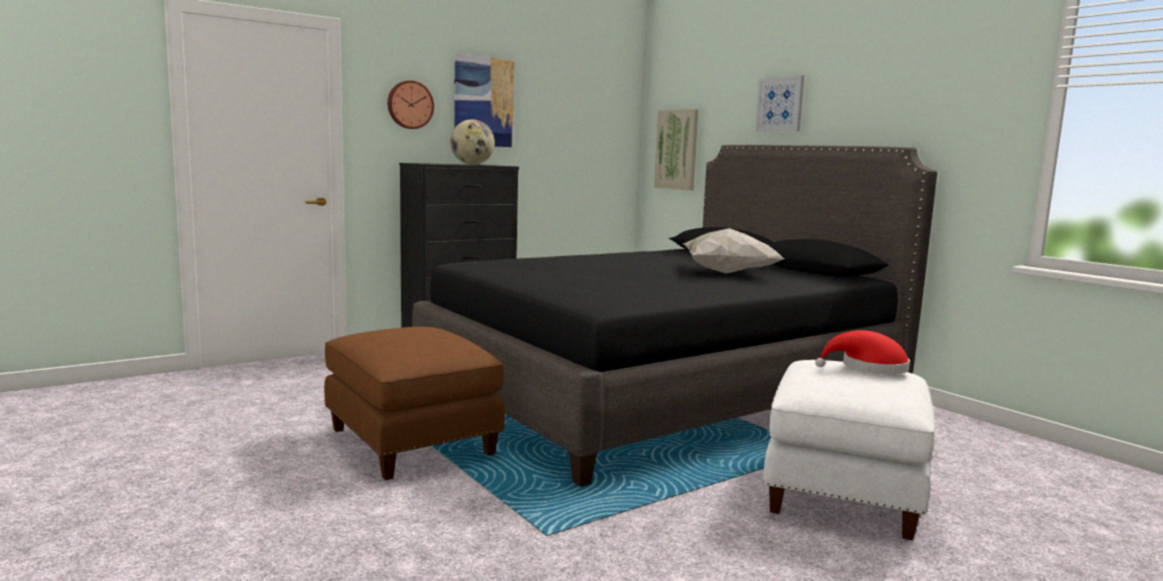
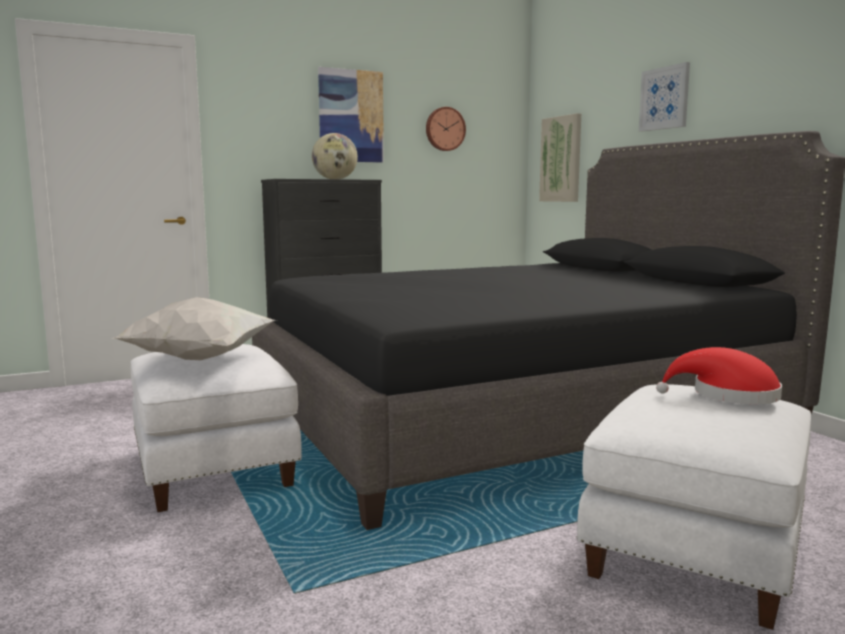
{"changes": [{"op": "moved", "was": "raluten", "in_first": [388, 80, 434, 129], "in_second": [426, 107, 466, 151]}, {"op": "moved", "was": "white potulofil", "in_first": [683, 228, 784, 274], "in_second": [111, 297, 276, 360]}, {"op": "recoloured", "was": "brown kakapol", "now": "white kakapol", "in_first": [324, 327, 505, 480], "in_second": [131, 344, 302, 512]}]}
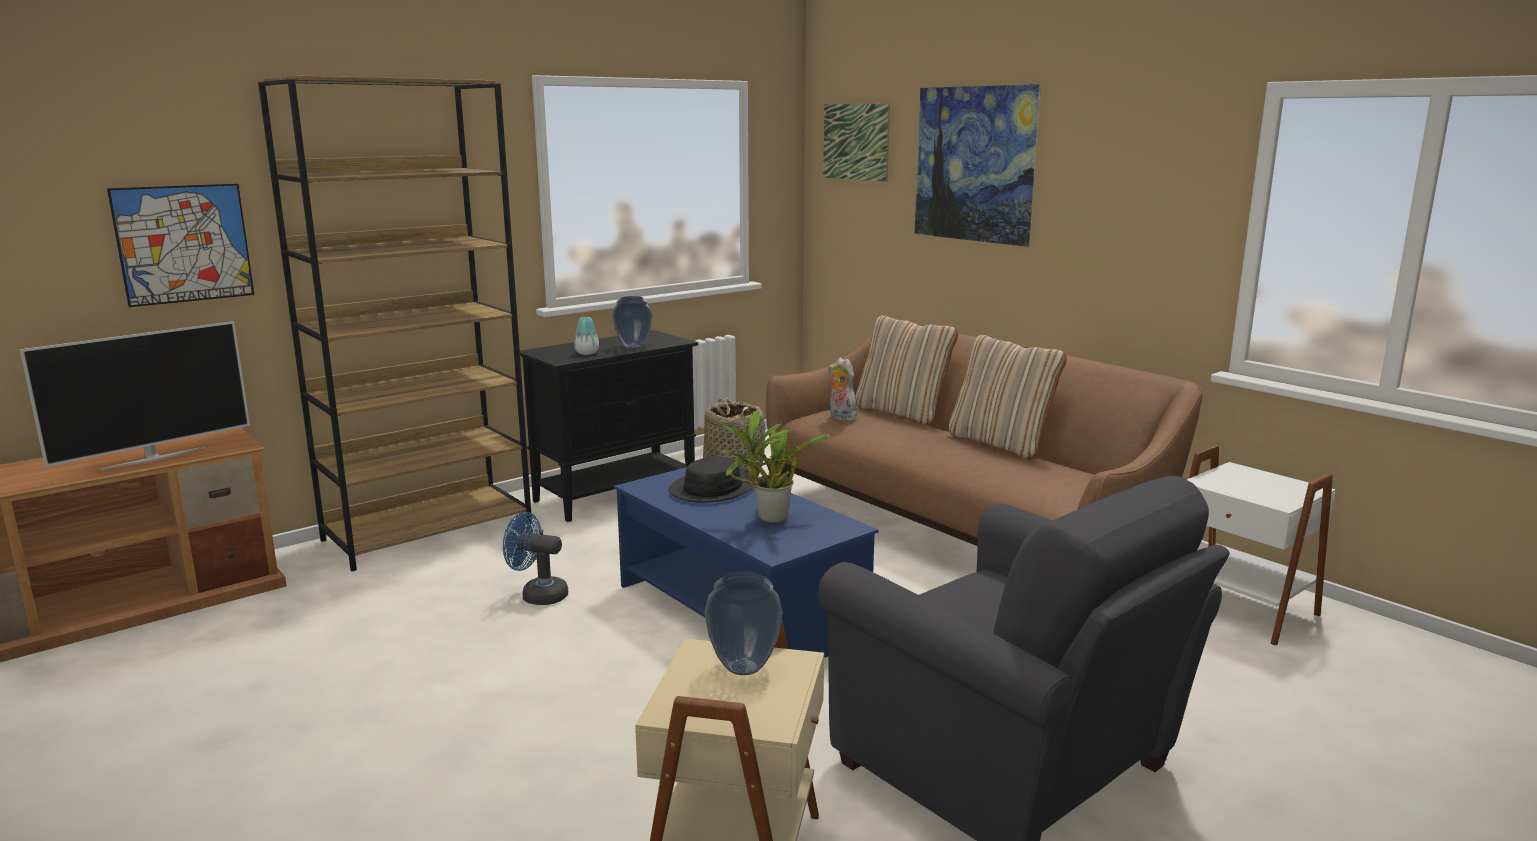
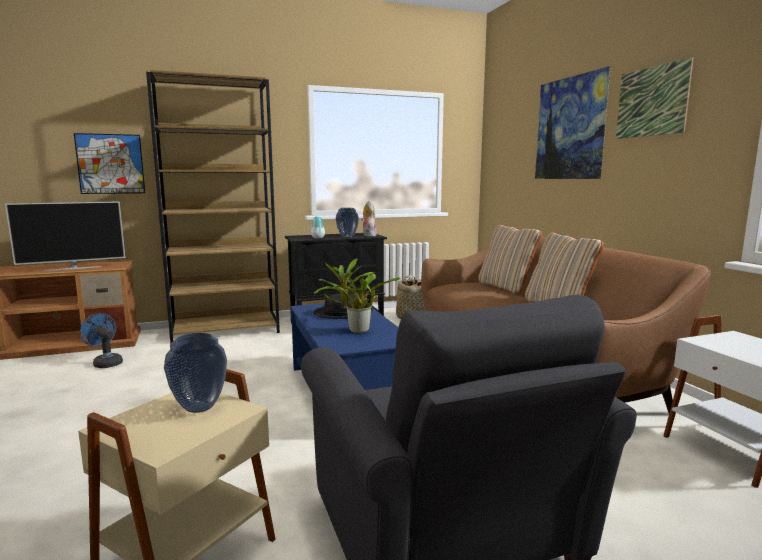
{"changes": [{"op": "moved", "was": "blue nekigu", "in_first": [503, 512, 568, 605], "in_second": [80, 313, 123, 368]}, {"op": "moved", "was": "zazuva", "in_first": [823, 103, 890, 182], "in_second": [616, 57, 694, 139]}, {"op": "moved", "was": "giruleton", "in_first": [828, 358, 858, 422], "in_second": [361, 201, 377, 236]}]}
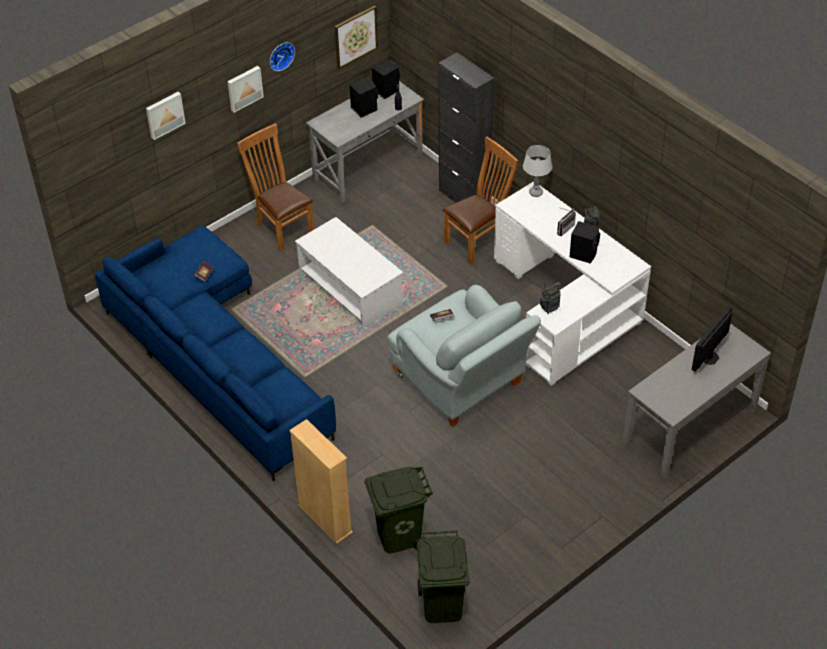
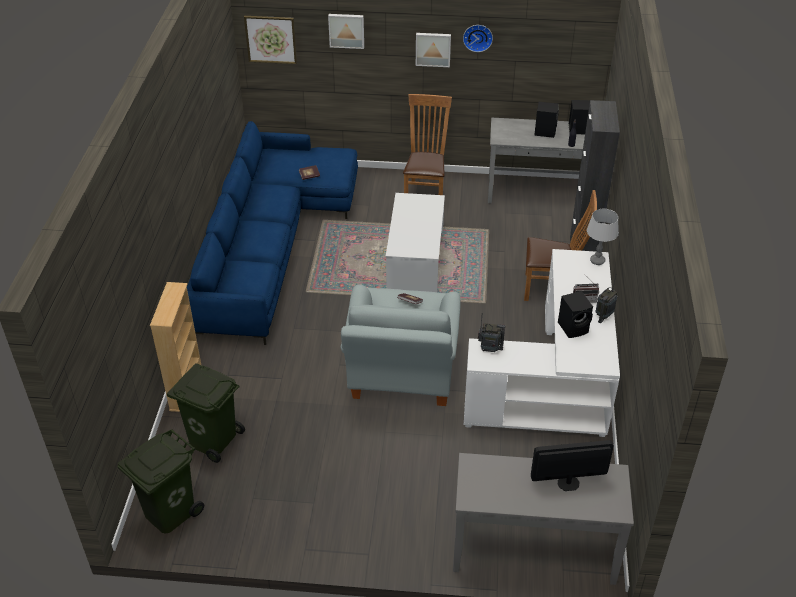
{"changes": [{"op": "moved", "was": "zazuva", "in_first": [334, 5, 378, 69], "in_second": [244, 16, 297, 64]}]}
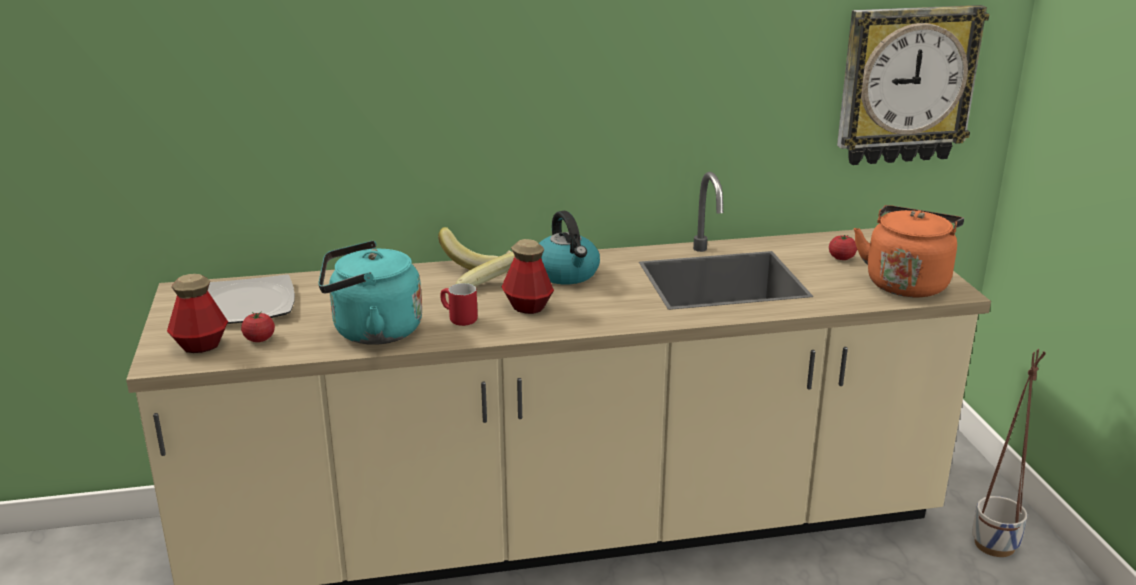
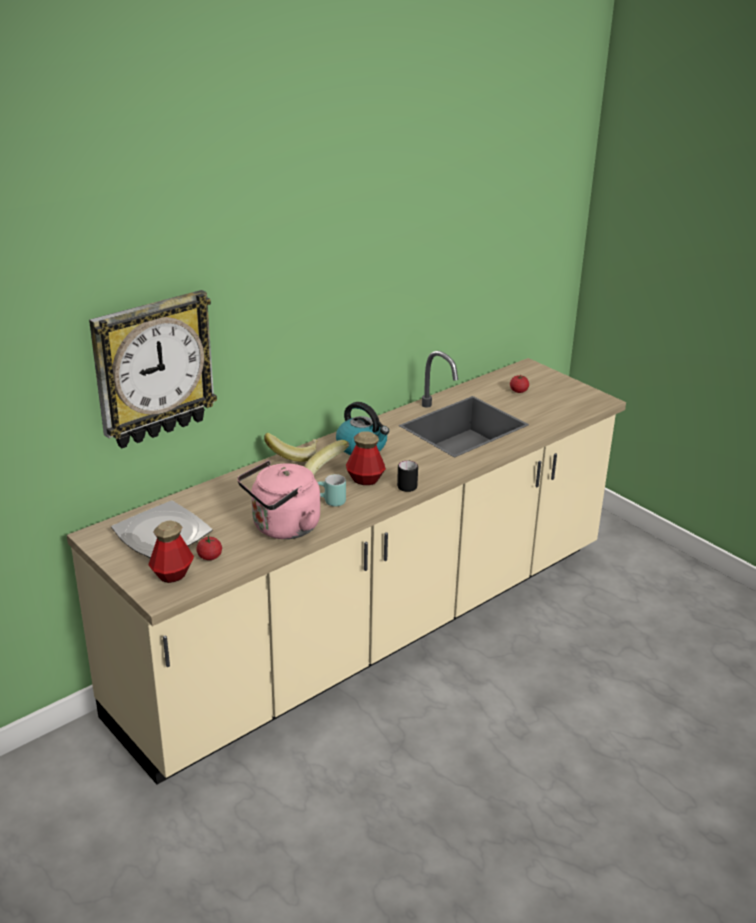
{"changes": [{"op": "removed", "was": "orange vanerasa", "in_first": [854, 205, 964, 297]}, {"op": "removed", "was": "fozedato", "in_first": [972, 349, 1046, 557]}, {"op": "added", "now": "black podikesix", "in_second": [397, 461, 418, 492]}, {"op": "moved", "was": "raluten", "in_first": [837, 5, 989, 165], "in_second": [89, 290, 217, 448]}, {"op": "recoloured", "was": "turquoise vanerasa", "now": "pink vanerasa", "in_first": [318, 241, 422, 345], "in_second": [237, 460, 320, 539]}, {"op": "recoloured", "was": "red podikesix", "now": "turquoise podikesix", "in_first": [440, 283, 478, 326], "in_second": [318, 474, 346, 507]}]}
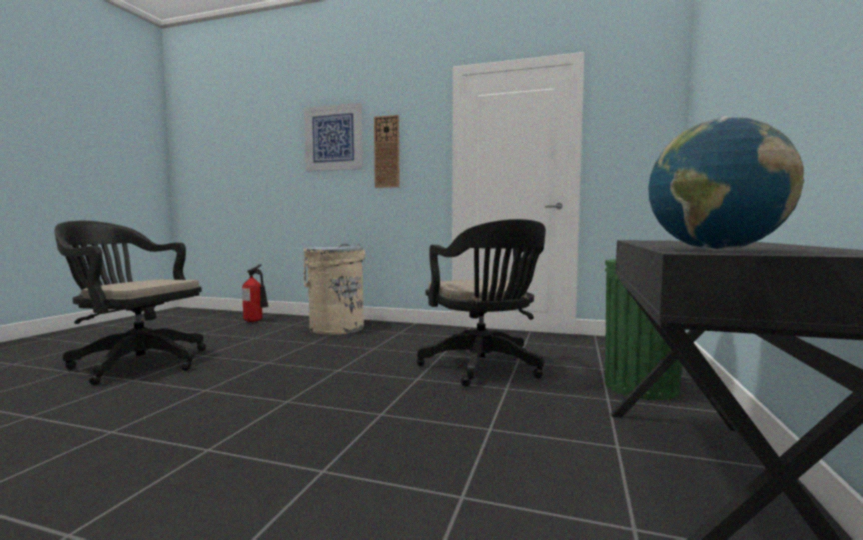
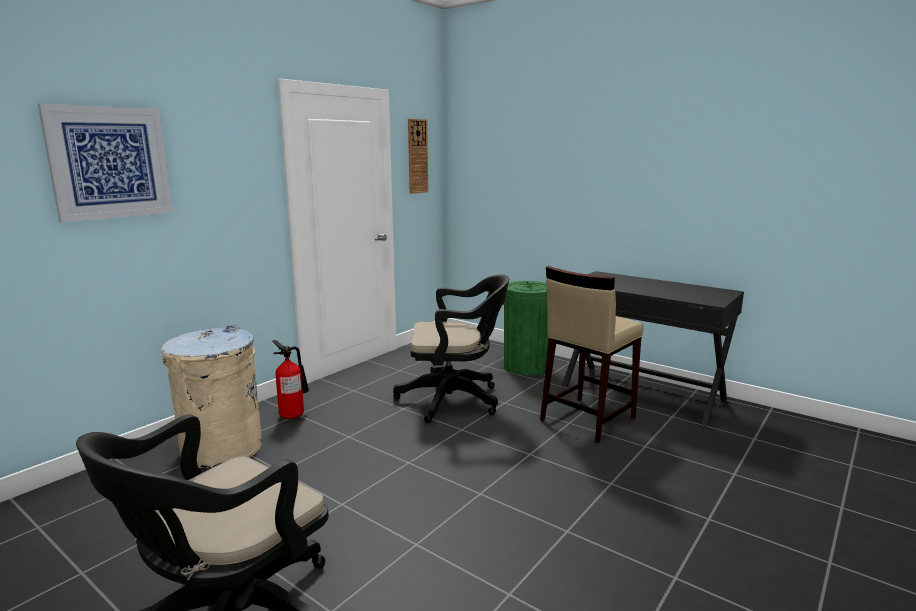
{"changes": [{"op": "removed", "was": "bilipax", "in_first": [648, 117, 804, 251]}, {"op": "added", "now": "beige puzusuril", "in_second": [540, 266, 644, 443]}, {"op": "moved", "was": "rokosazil", "in_first": [242, 265, 269, 322], "in_second": [272, 340, 309, 419]}, {"op": "moved", "was": "raluten", "in_first": [374, 115, 399, 188], "in_second": [408, 119, 428, 194]}]}
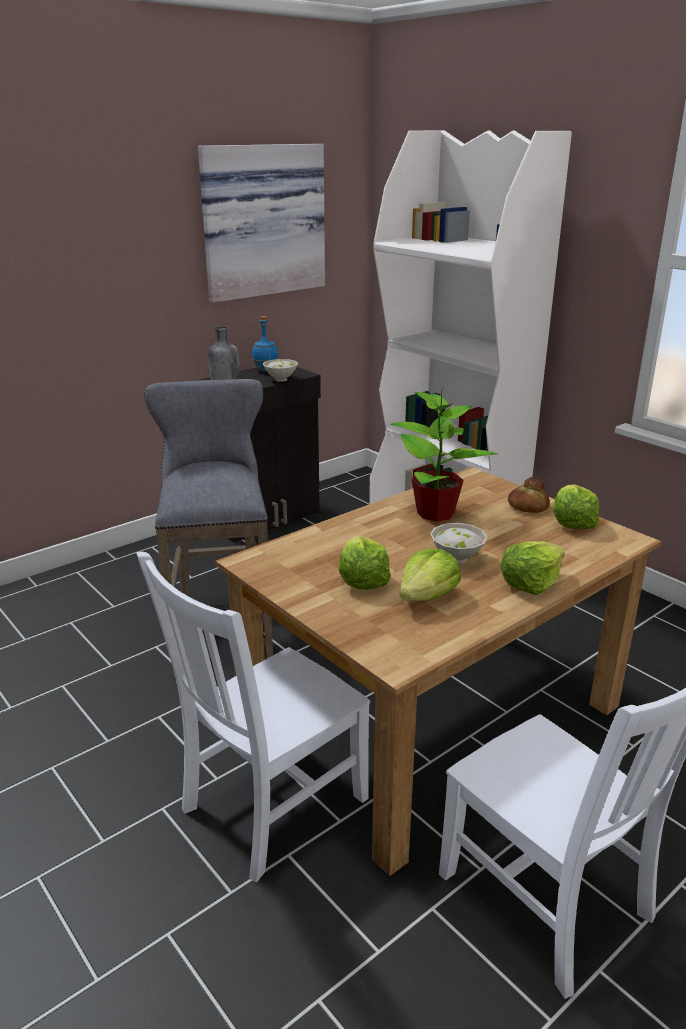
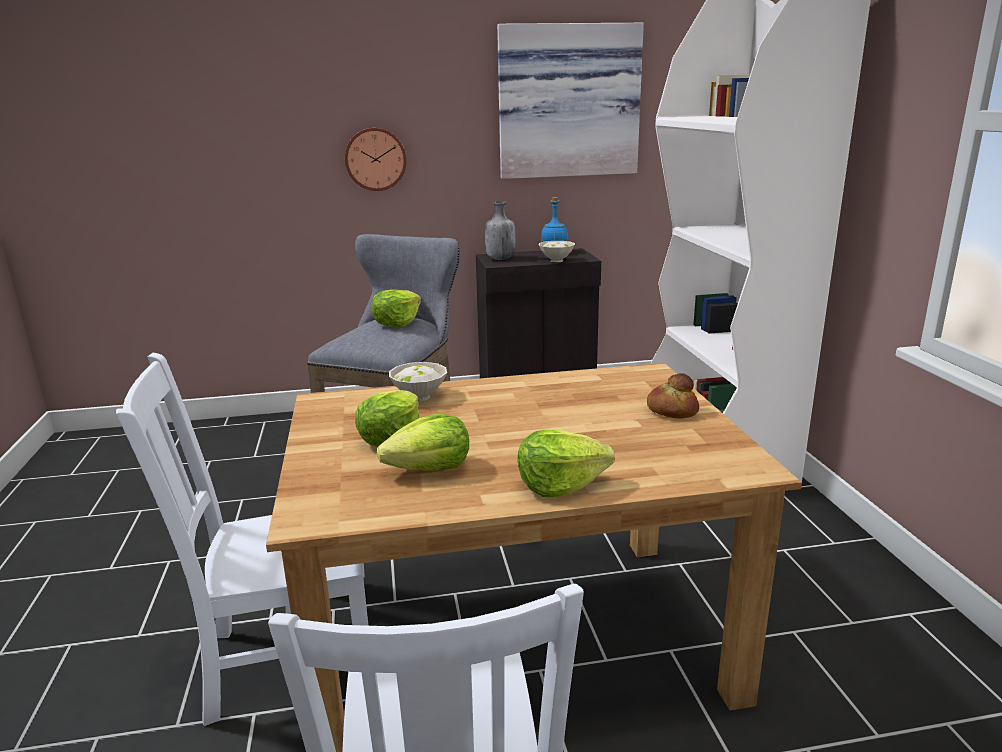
{"changes": [{"op": "removed", "was": "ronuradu", "in_first": [391, 388, 498, 522]}, {"op": "added", "now": "raluten", "in_second": [345, 127, 407, 191]}, {"op": "moved", "was": "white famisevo", "in_first": [430, 523, 487, 563], "in_second": [389, 362, 447, 401]}, {"op": "moved", "was": "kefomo", "in_first": [553, 484, 599, 529], "in_second": [371, 290, 421, 327]}]}
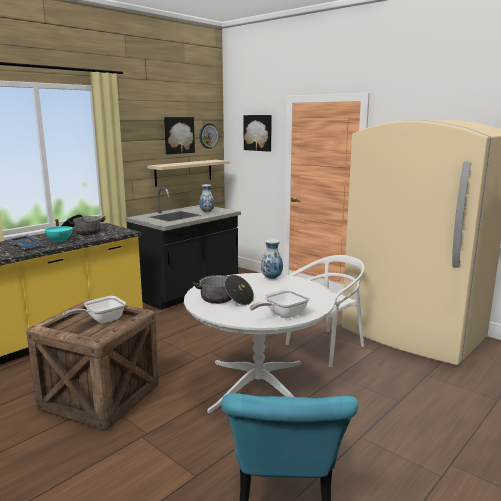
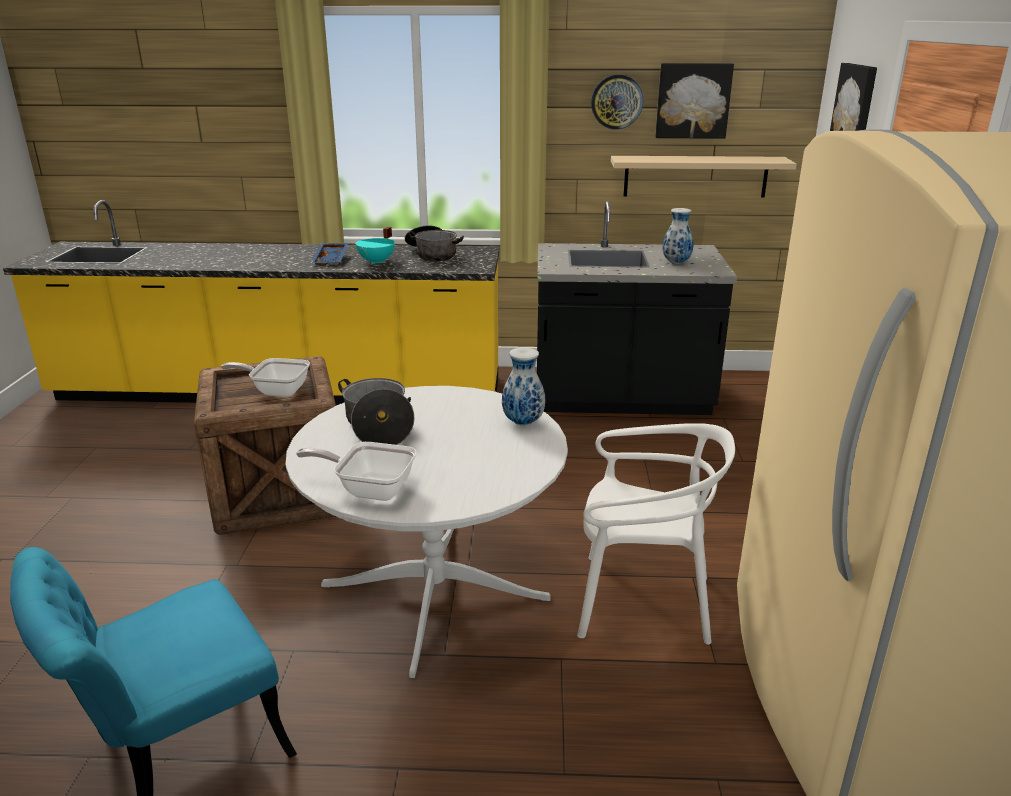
{"changes": [{"op": "moved", "was": "raluten", "in_first": [199, 123, 219, 149], "in_second": [591, 74, 643, 130]}]}
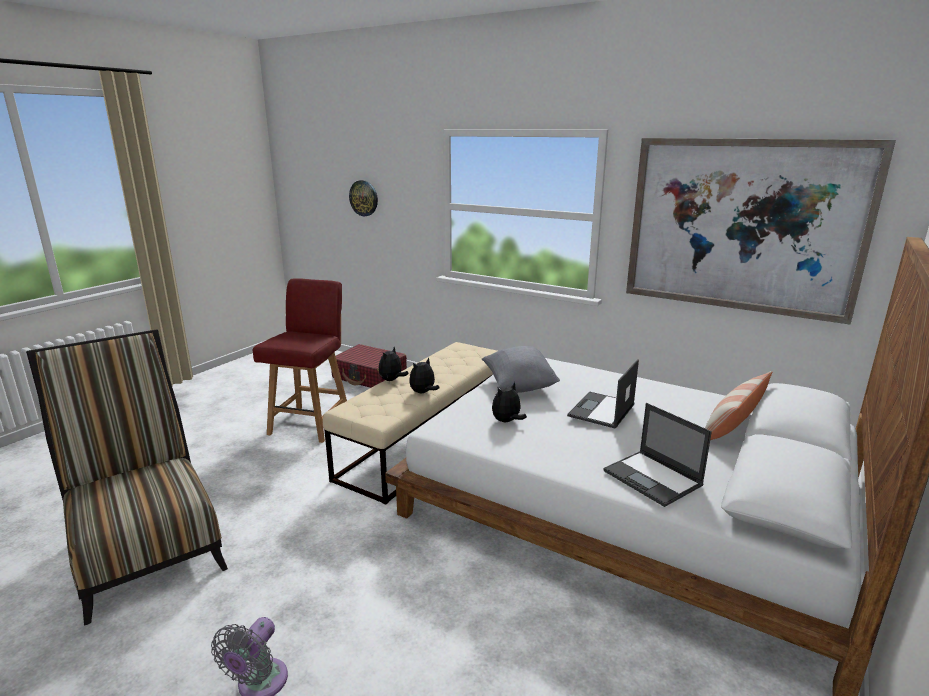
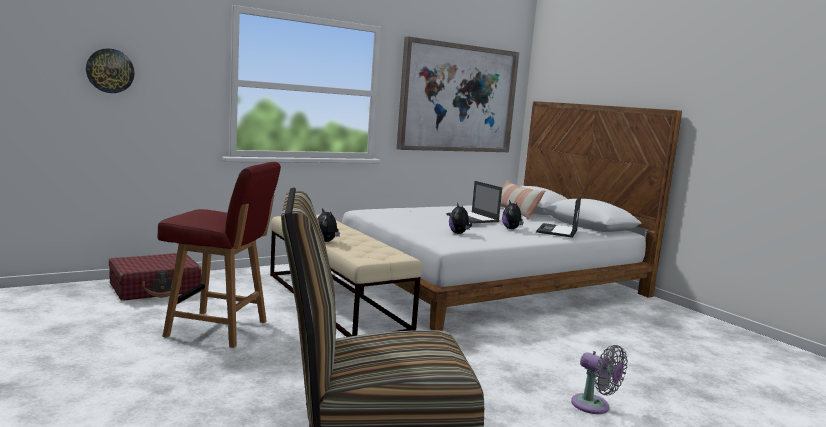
{"changes": [{"op": "removed", "was": "grey potulofil", "in_first": [482, 346, 560, 393]}, {"op": "moved", "was": "giruleton", "in_first": [409, 358, 440, 393], "in_second": [502, 200, 523, 229]}, {"op": "turned", "was": "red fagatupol", "in_first": [253, 278, 347, 443], "in_second": [157, 162, 281, 348], "clockwise": 150}, {"op": "turned", "was": "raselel", "in_first": [603, 403, 712, 507], "in_second": [536, 195, 581, 238], "clockwise": 120}]}
